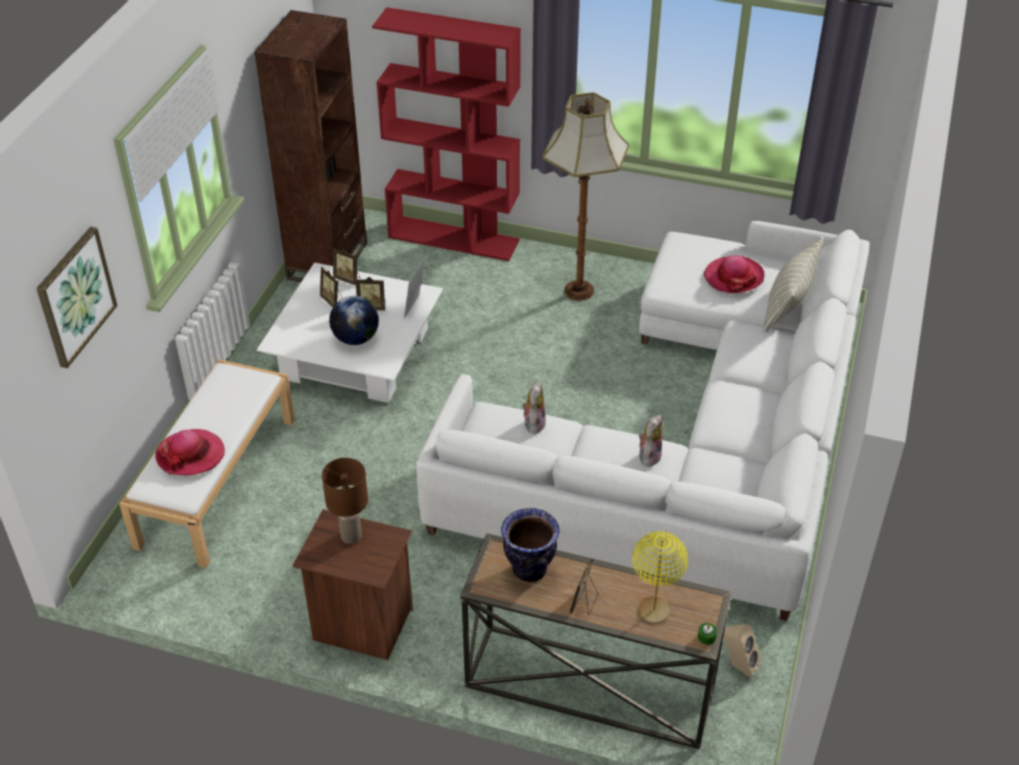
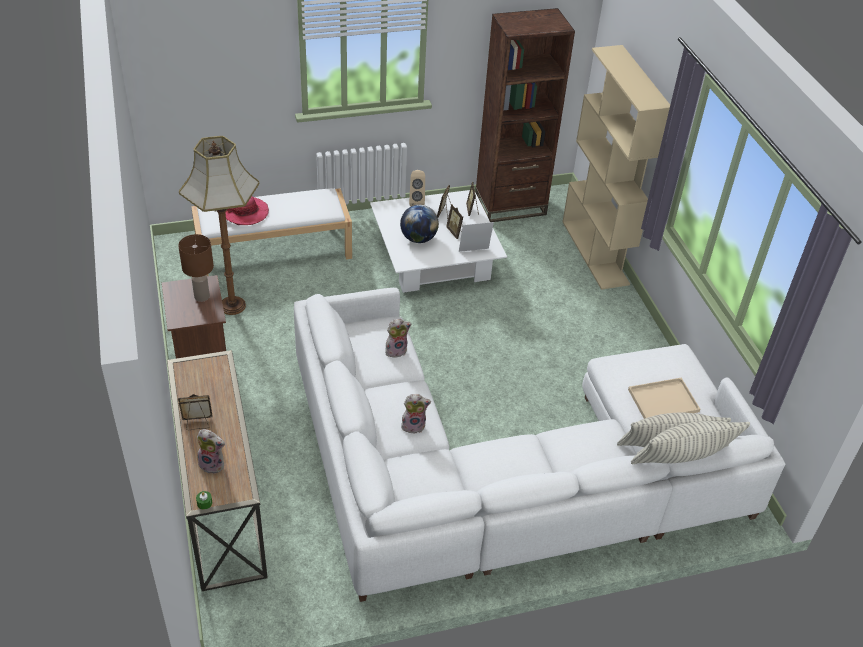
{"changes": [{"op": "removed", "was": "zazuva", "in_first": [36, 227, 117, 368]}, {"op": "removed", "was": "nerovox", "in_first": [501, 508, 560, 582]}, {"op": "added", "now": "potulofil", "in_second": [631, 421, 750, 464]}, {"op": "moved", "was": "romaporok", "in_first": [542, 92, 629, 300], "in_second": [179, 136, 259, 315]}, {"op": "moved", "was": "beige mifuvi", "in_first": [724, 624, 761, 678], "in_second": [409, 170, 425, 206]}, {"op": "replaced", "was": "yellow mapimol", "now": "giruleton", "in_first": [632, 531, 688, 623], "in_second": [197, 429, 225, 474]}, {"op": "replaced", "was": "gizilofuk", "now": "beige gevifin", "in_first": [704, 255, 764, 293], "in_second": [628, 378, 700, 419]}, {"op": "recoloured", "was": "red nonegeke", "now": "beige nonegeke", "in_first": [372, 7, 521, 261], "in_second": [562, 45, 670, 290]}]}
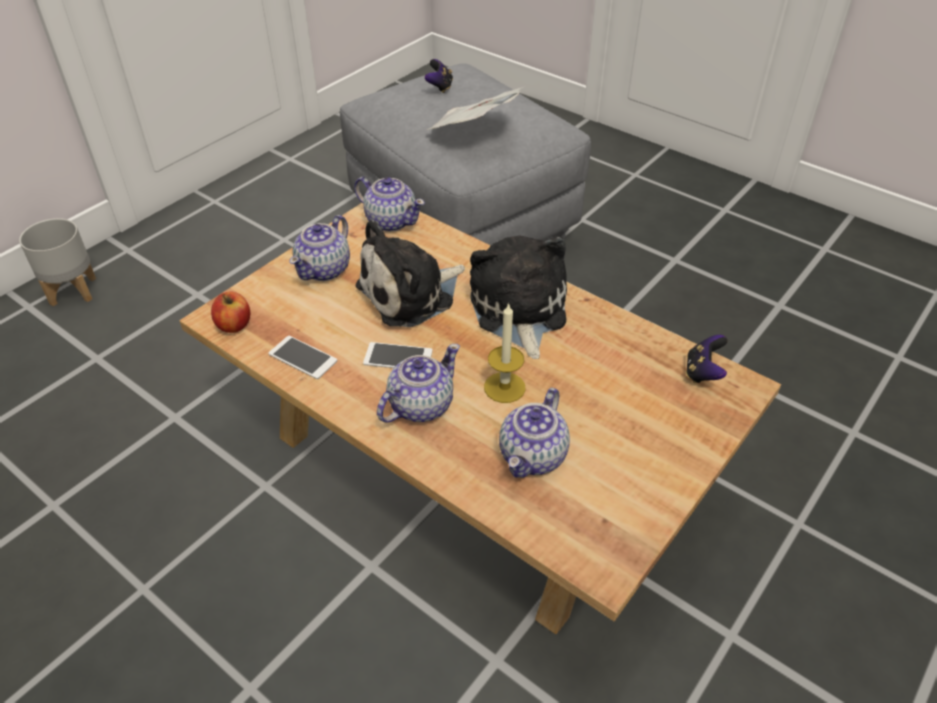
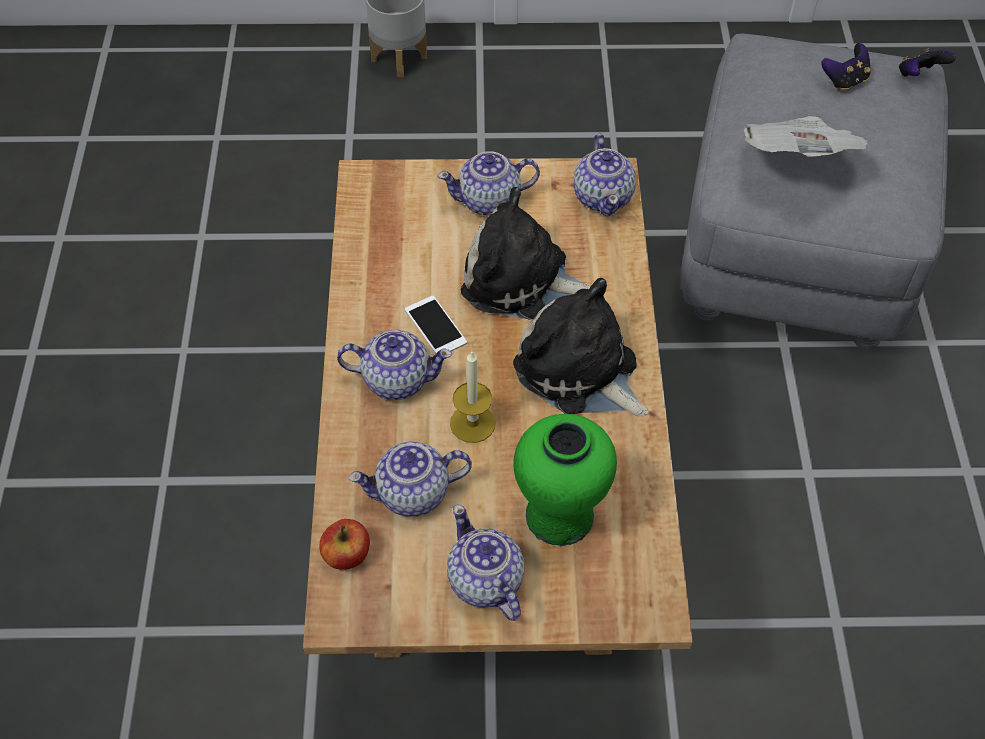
{"changes": [{"op": "removed", "was": "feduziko", "in_first": [268, 336, 338, 379]}, {"op": "added", "now": "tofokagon", "in_second": [447, 504, 524, 621]}, {"op": "added", "now": "green nerovox", "in_second": [513, 414, 617, 546]}, {"op": "moved", "was": "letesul", "in_first": [211, 291, 251, 333], "in_second": [320, 519, 370, 570]}, {"op": "moved", "was": "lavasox", "in_first": [686, 335, 728, 383], "in_second": [899, 48, 956, 77]}, {"op": "turned", "was": "giruleton", "in_first": [470, 235, 567, 359], "in_second": [513, 278, 649, 416], "clockwise": -90}]}
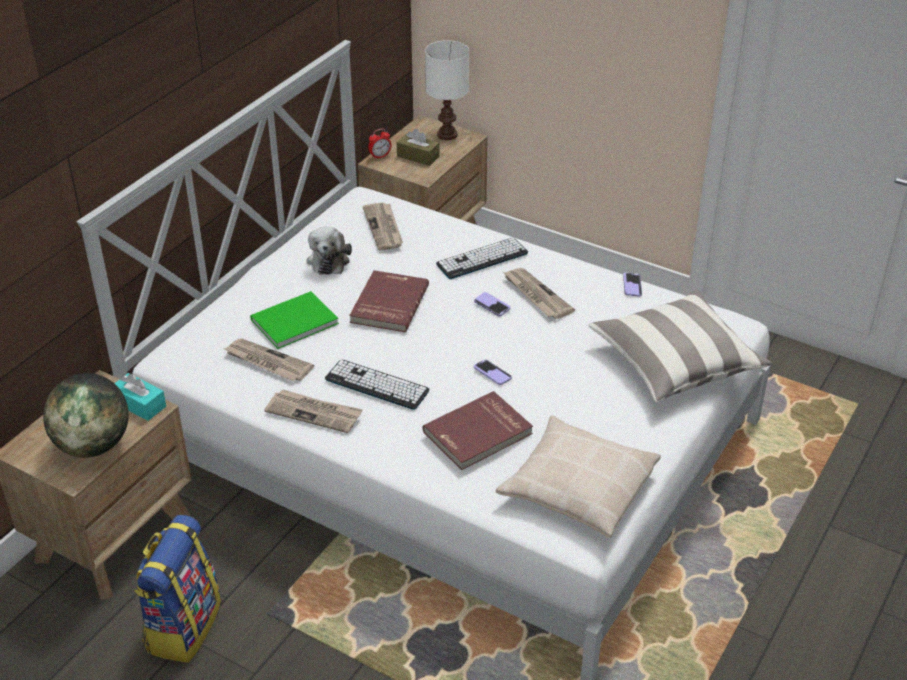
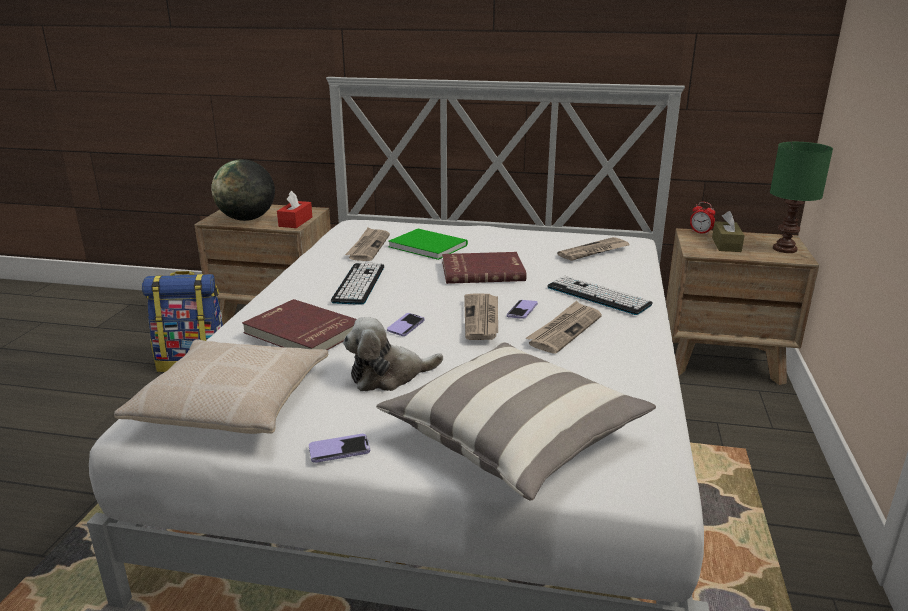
{"changes": [{"op": "moved", "was": "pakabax", "in_first": [264, 389, 363, 433], "in_second": [464, 293, 498, 340]}, {"op": "moved", "was": "giruleton", "in_first": [307, 227, 352, 275], "in_second": [343, 317, 443, 391]}, {"op": "moved", "was": "feduziko", "in_first": [623, 273, 642, 297], "in_second": [309, 434, 370, 463]}, {"op": "recoloured", "was": "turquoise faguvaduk", "now": "red faguvaduk", "in_first": [114, 373, 166, 421], "in_second": [277, 191, 312, 228]}, {"op": "recoloured", "was": "white mapimol", "now": "green mapimol", "in_first": [425, 40, 469, 140], "in_second": [770, 142, 833, 253]}]}
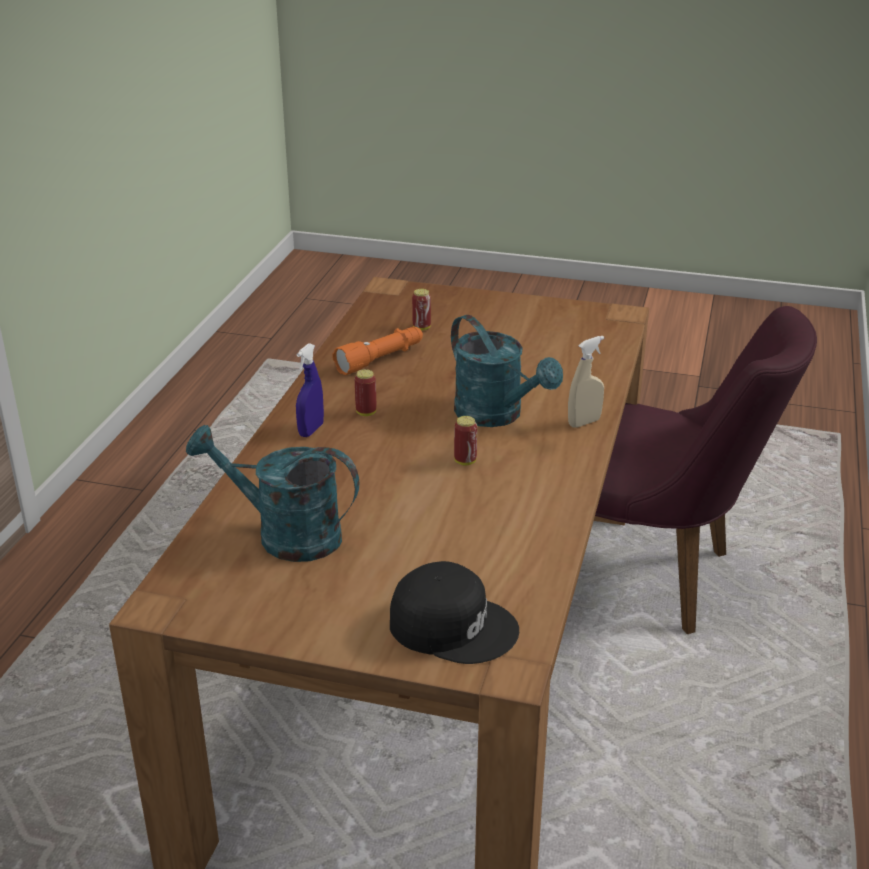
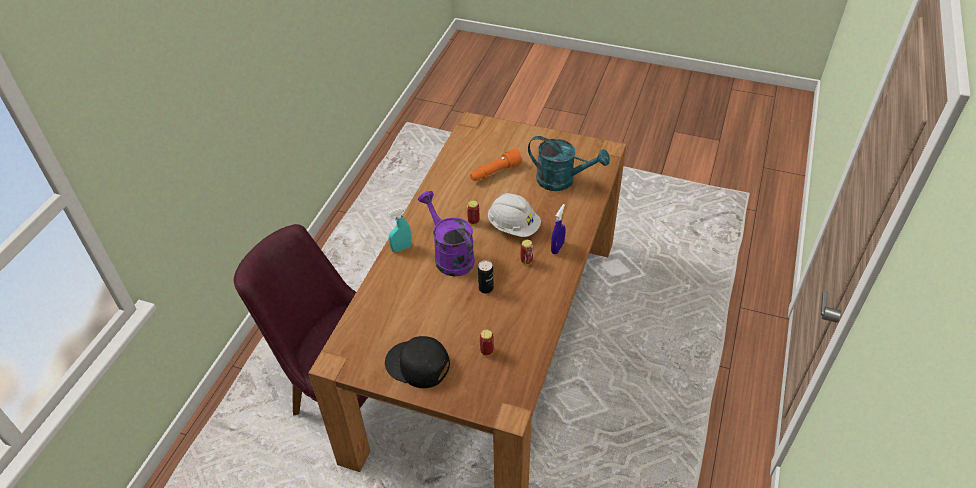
{"changes": [{"op": "added", "now": "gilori", "in_second": [478, 260, 493, 293]}, {"op": "added", "now": "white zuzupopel", "in_second": [488, 193, 541, 237]}, {"op": "moved", "was": "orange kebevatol", "in_first": [332, 327, 423, 375], "in_second": [470, 148, 522, 181]}, {"op": "moved", "was": "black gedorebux", "in_first": [390, 561, 519, 664], "in_second": [385, 336, 450, 388]}, {"op": "recoloured", "was": "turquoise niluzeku", "now": "purple niluzeku", "in_first": [451, 315, 563, 427], "in_second": [418, 191, 475, 277]}, {"op": "recoloured", "was": "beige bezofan", "now": "turquoise bezofan", "in_first": [568, 336, 604, 428], "in_second": [388, 208, 412, 252]}]}
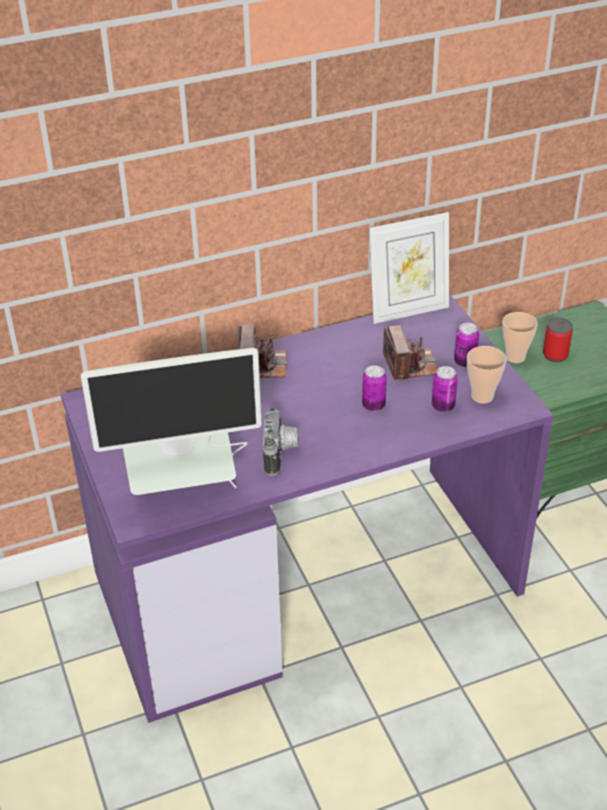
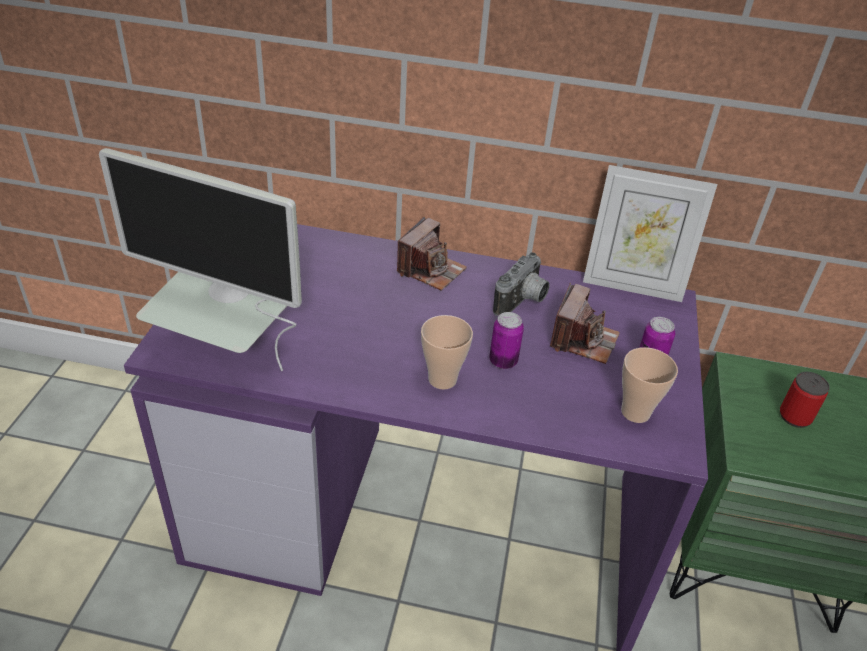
{"changes": [{"op": "removed", "was": "gilori", "in_first": [432, 366, 458, 412]}, {"op": "moved", "was": "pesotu", "in_first": [262, 408, 299, 476], "in_second": [493, 252, 549, 316]}, {"op": "moved", "was": "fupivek", "in_first": [502, 312, 538, 363], "in_second": [421, 315, 473, 390]}]}
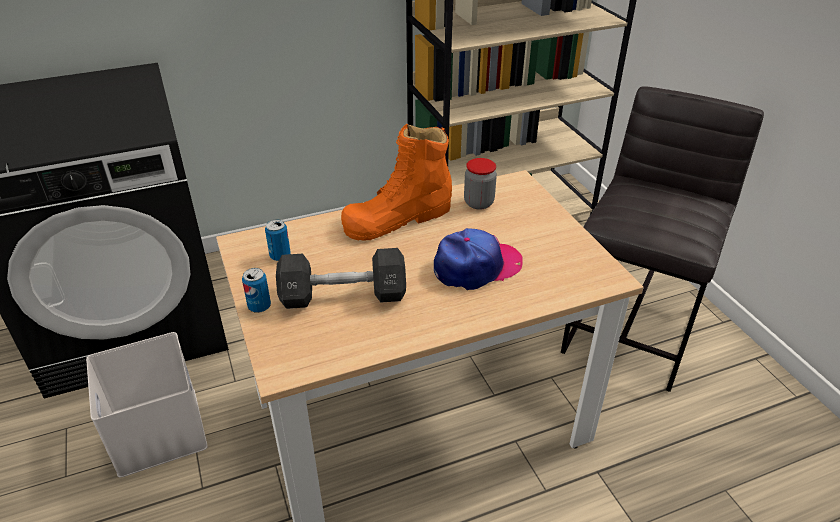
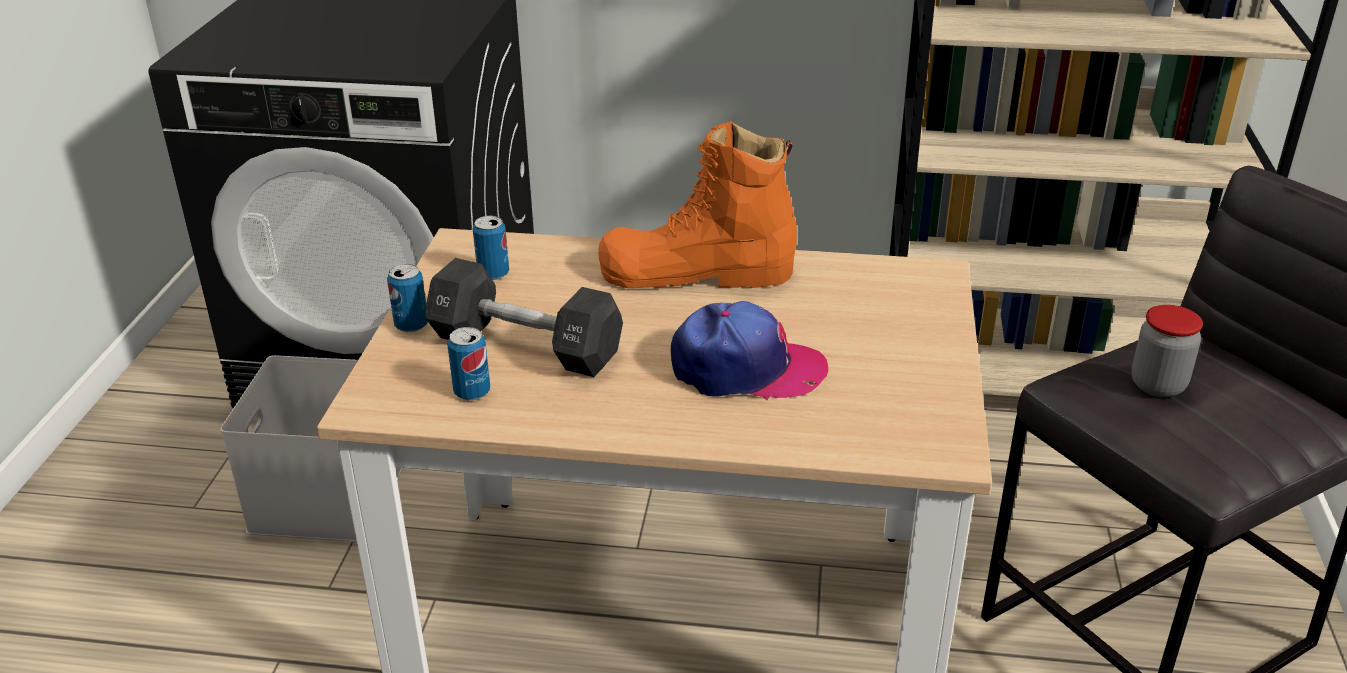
{"changes": [{"op": "added", "now": "gilori", "in_second": [447, 327, 490, 400]}, {"op": "moved", "was": "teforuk", "in_first": [464, 158, 497, 209], "in_second": [1131, 305, 1203, 397]}]}
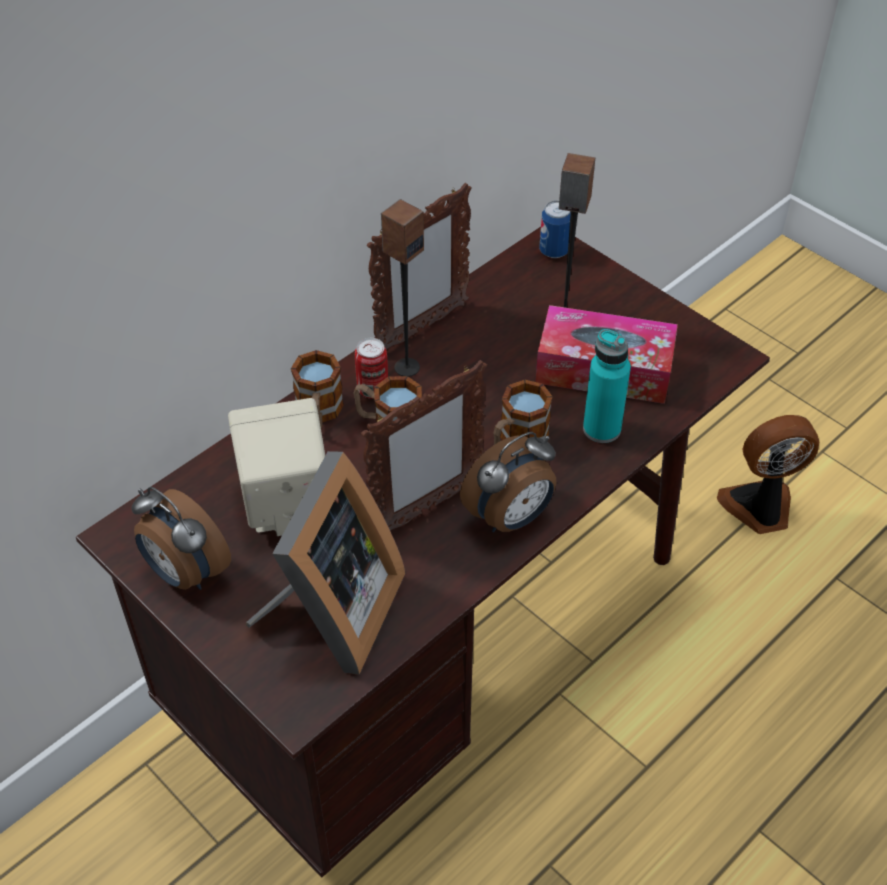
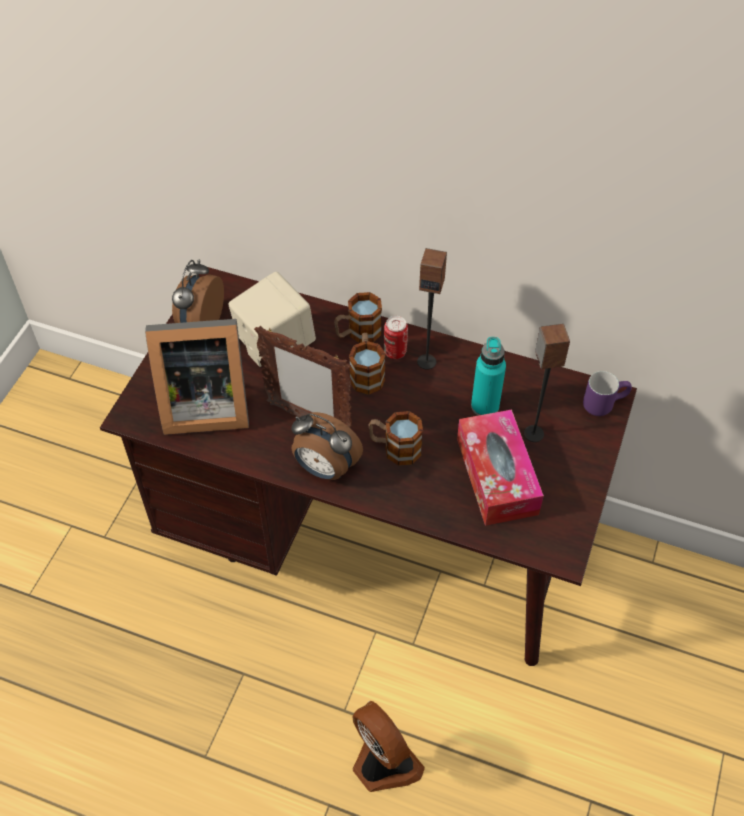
{"changes": [{"op": "removed", "was": "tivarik", "in_first": [367, 183, 472, 350]}, {"op": "moved", "was": "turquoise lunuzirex", "in_first": [583, 329, 631, 443], "in_second": [471, 337, 506, 416]}, {"op": "moved", "was": "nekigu", "in_first": [717, 415, 819, 534], "in_second": [352, 701, 425, 792]}, {"op": "replaced", "was": "gilori", "now": "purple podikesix", "in_first": [539, 201, 570, 258], "in_second": [583, 371, 632, 416]}]}
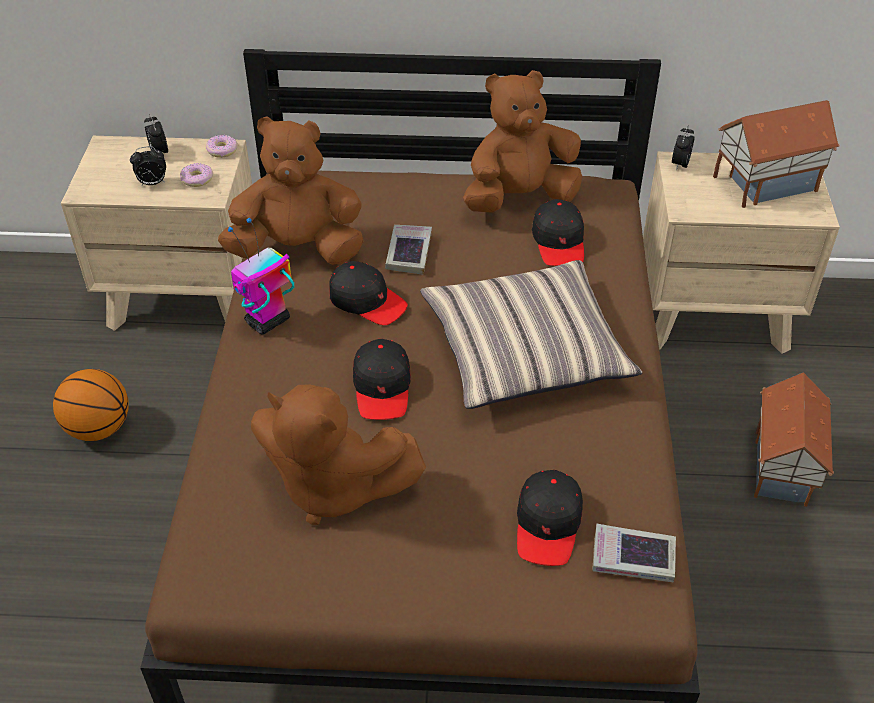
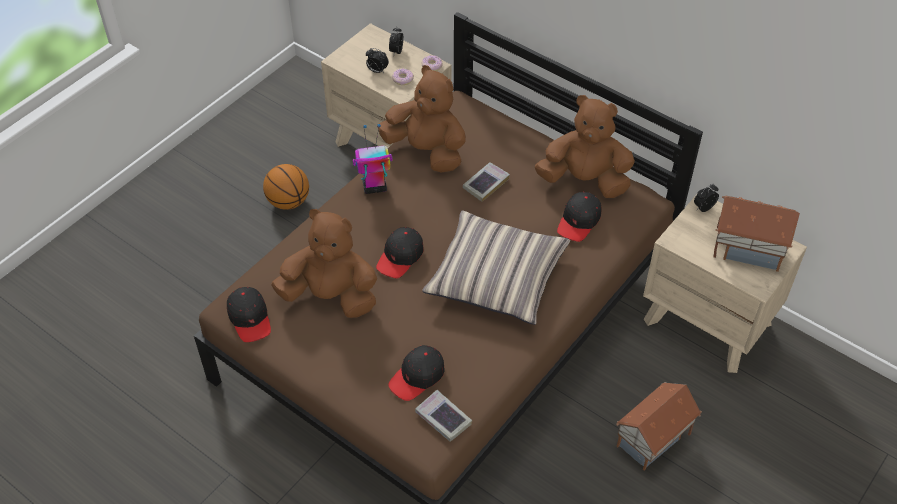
{"changes": [{"op": "moved", "was": "black gedorebux", "in_first": [329, 261, 408, 325], "in_second": [227, 287, 271, 342]}, {"op": "turned", "was": "brown giruleton", "in_first": [251, 384, 426, 525], "in_second": [271, 209, 377, 318], "clockwise": 135}]}
